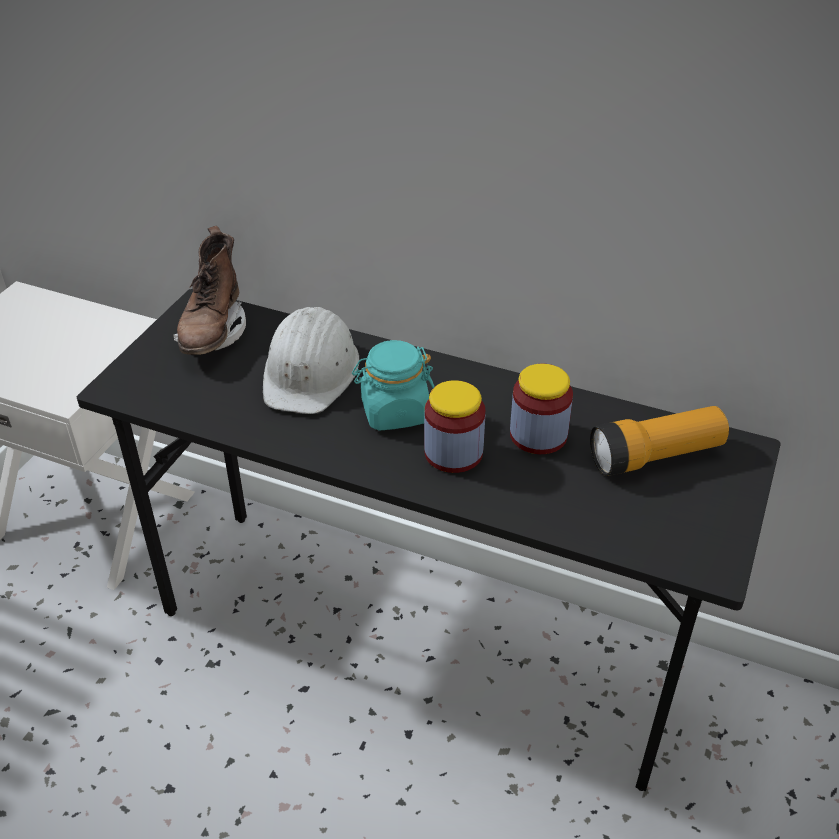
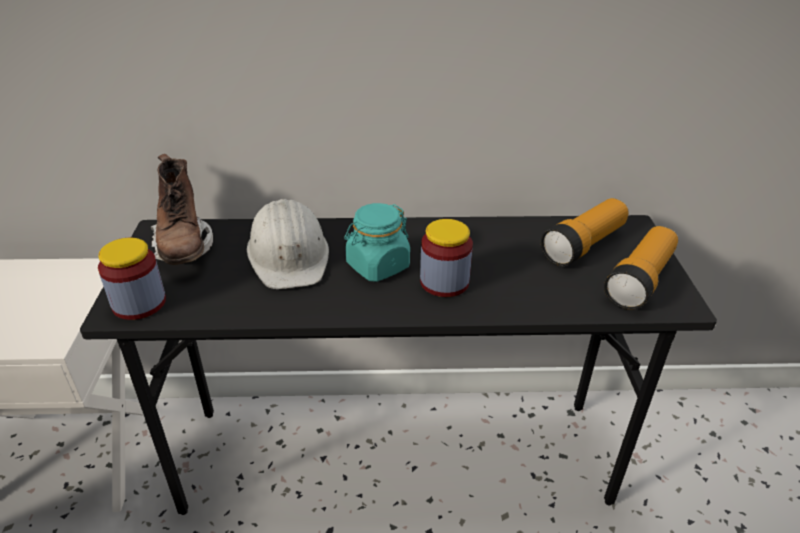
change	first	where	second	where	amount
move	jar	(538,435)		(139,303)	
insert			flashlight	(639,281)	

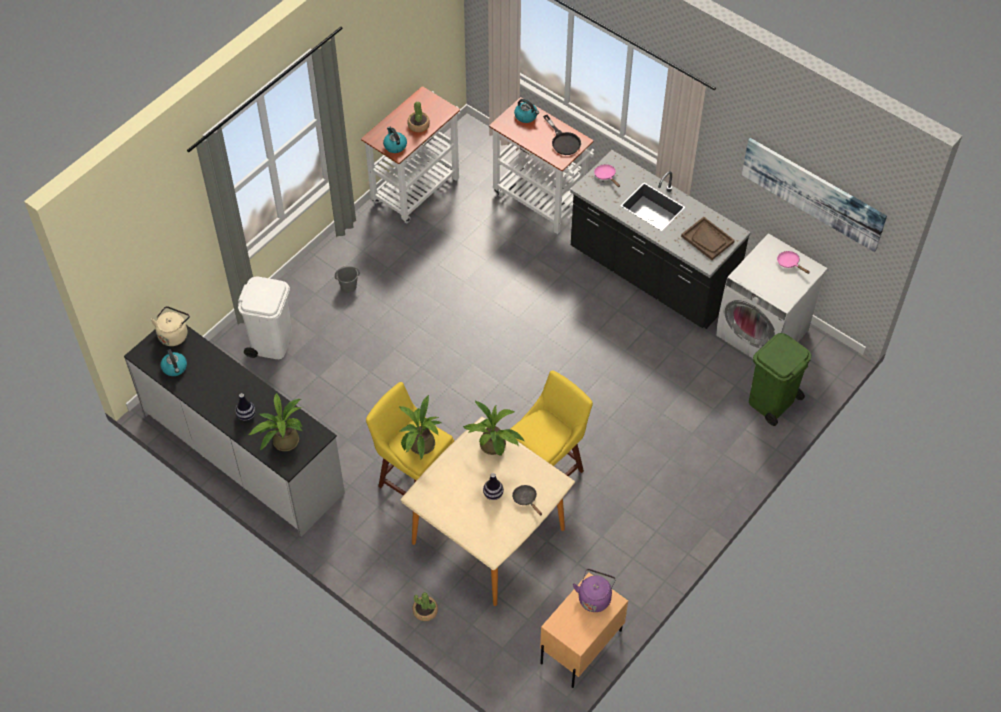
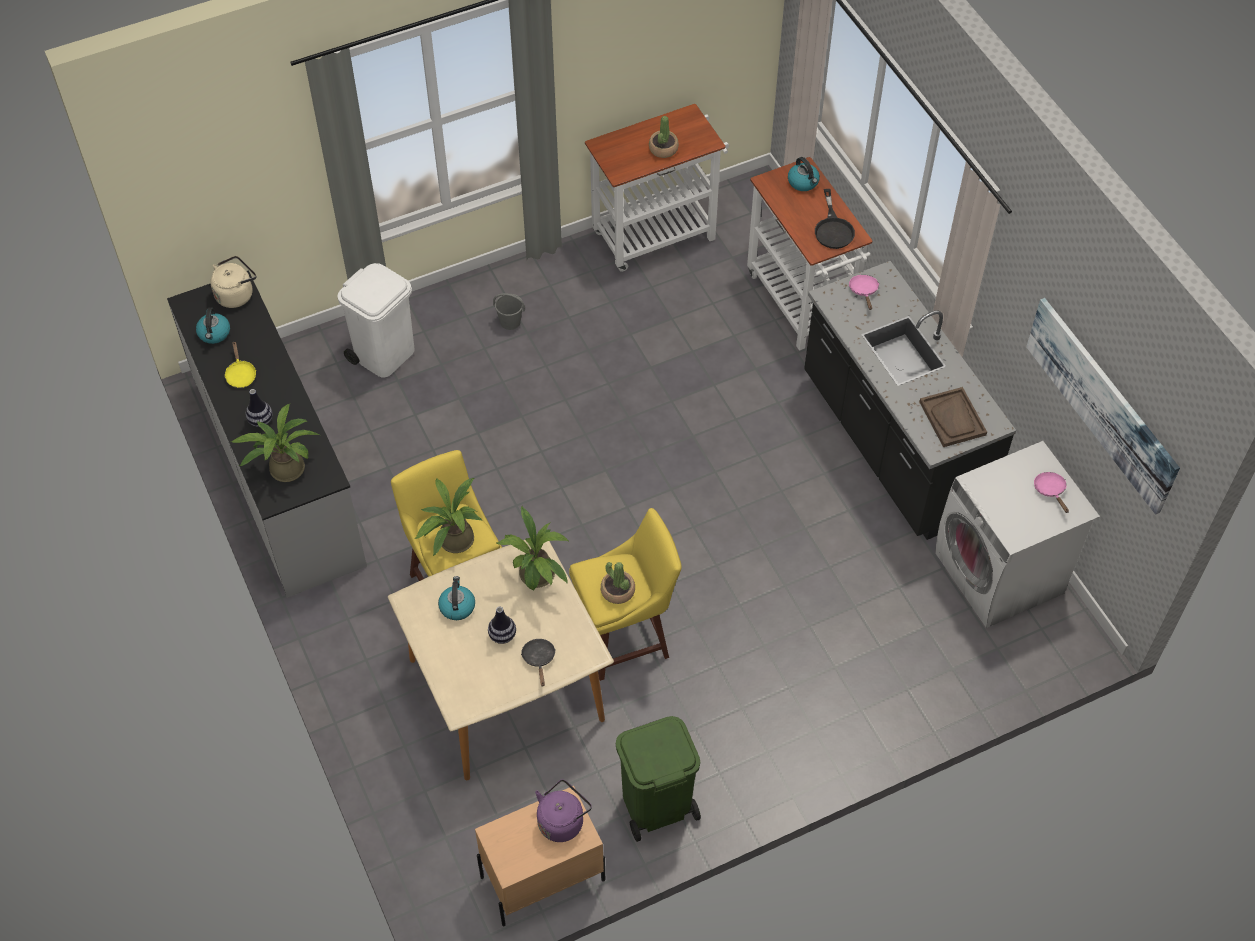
change	first	where	second	where	amount
move	kettle	(395,145)		(457,606)	
move	potted plant	(425,611)		(617,591)	
move	green trash can	(771,401)		(656,805)	
insert			yellow frying pan	(240,374)	

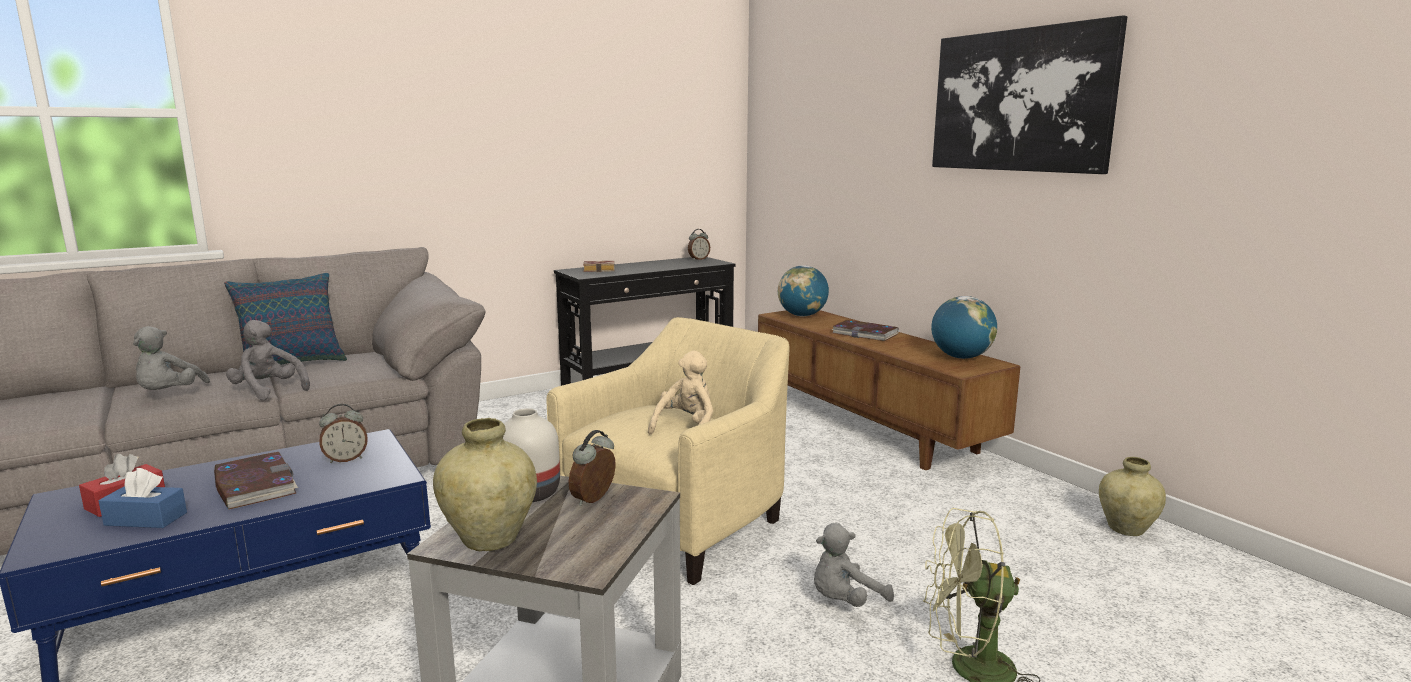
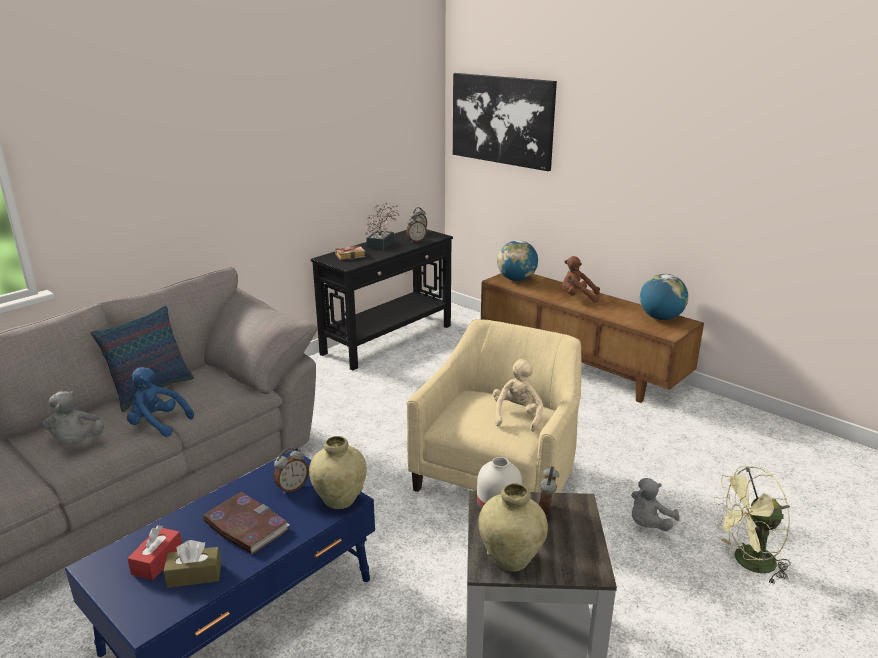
change	first	where	second	where	amount
recolor	blue tissue box	(146,519)	brown tissue box	(194,575)	
recolor	grey plush toy	(268,391)	blue plush toy	(158,424)	
replace	book	(865,334)	brown plush toy	(577,297)	
move	picture	(1020,100)		(502,120)	
move	beige vase	(1126,529)		(339,500)	
insert			potted plant	(382,243)	
insert			alarm clock	(416,241)	

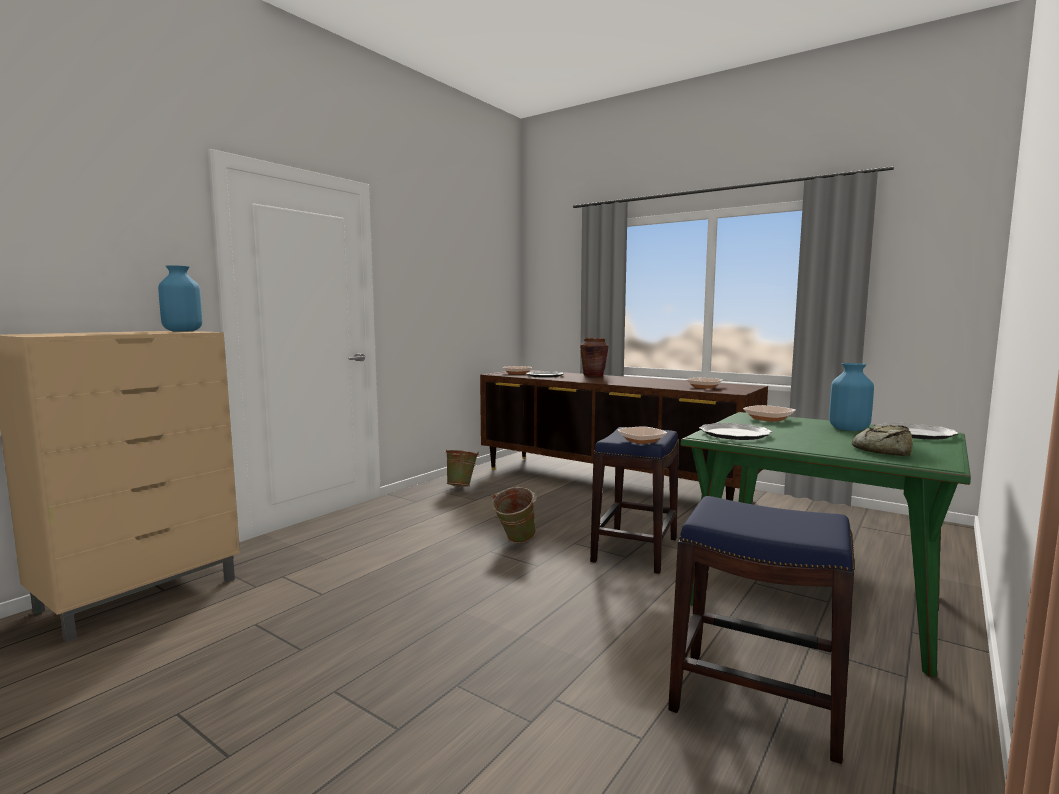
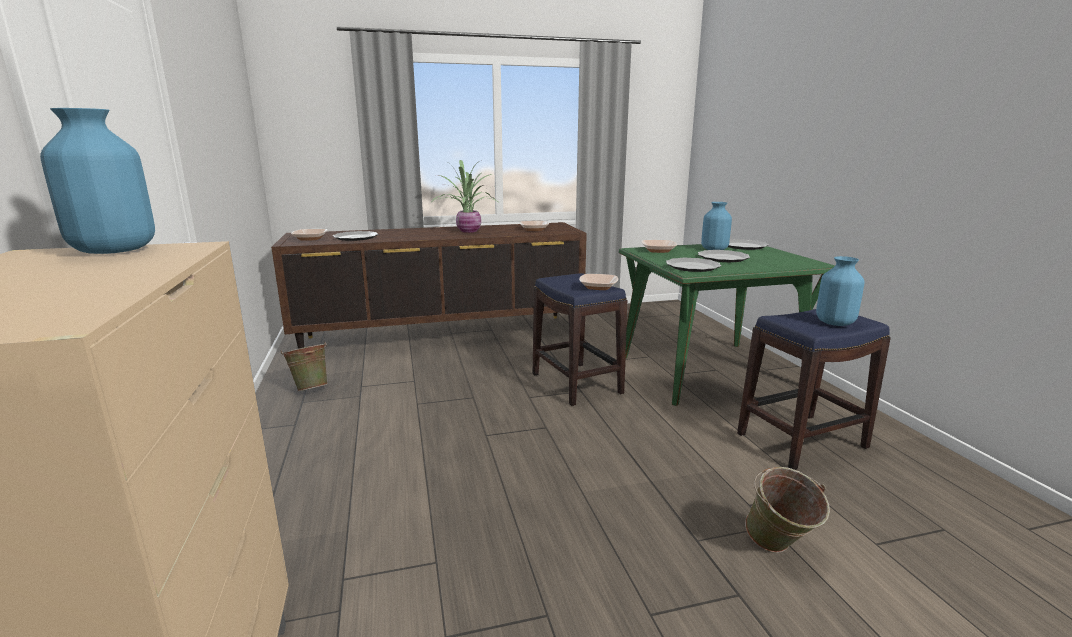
change	first	where	second	where	amount
move	green bucket	(515,542)		(778,550)	
delete	brown vase	(593,375)			
delete	bread	(882,450)			
insert			potted plant	(468,231)	
insert			plate	(723,258)	
insert			blue vase	(834,322)	

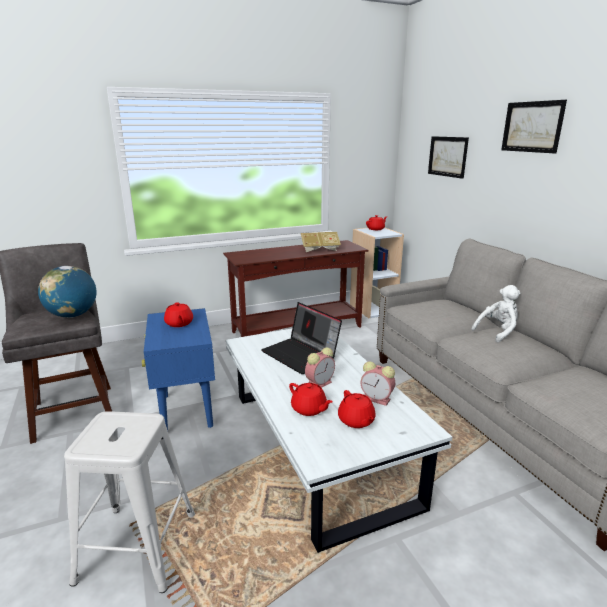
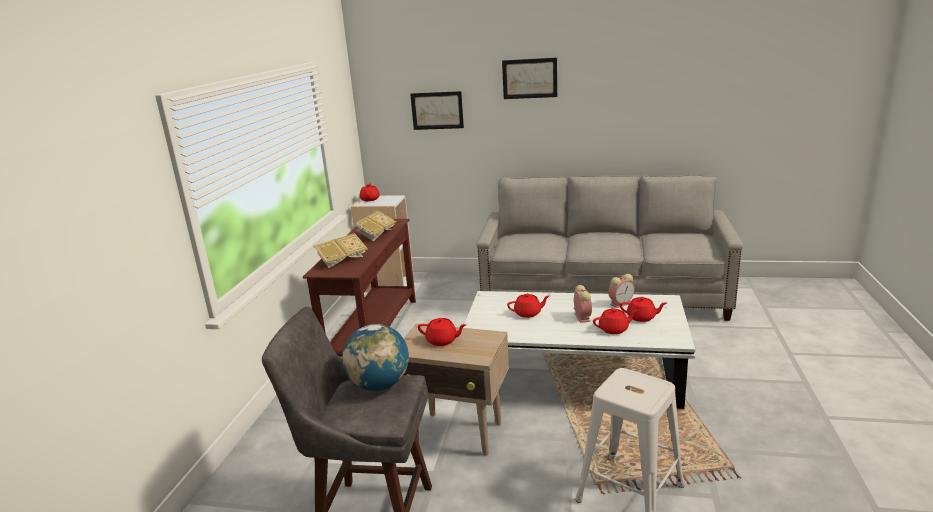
change	first	where	second	where	amount
recolor	blue side table	(186,411)	beige side table	(458,434)	
replace	laptop	(301,355)	red teapot	(528,313)	
delete	white plush toy	(497,331)			
insert			book	(342,260)	

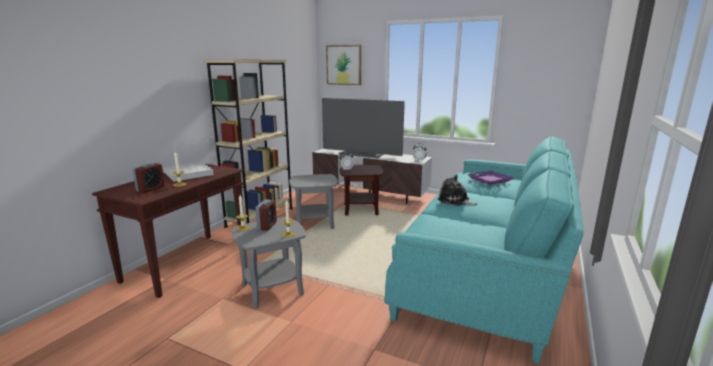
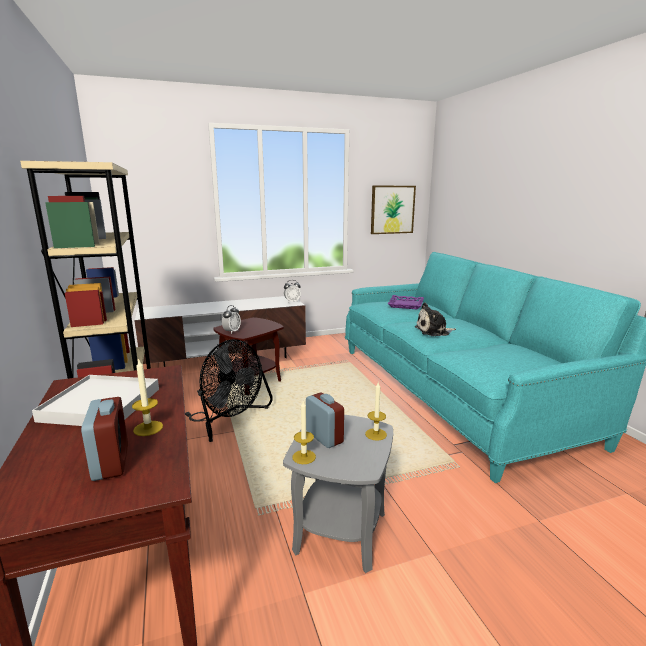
change	first	where	second	where	amount
replace	grey side table	(315,223)	black fan	(227,420)	
delete	television	(362,154)			
move	picture	(344,65)		(392,209)	

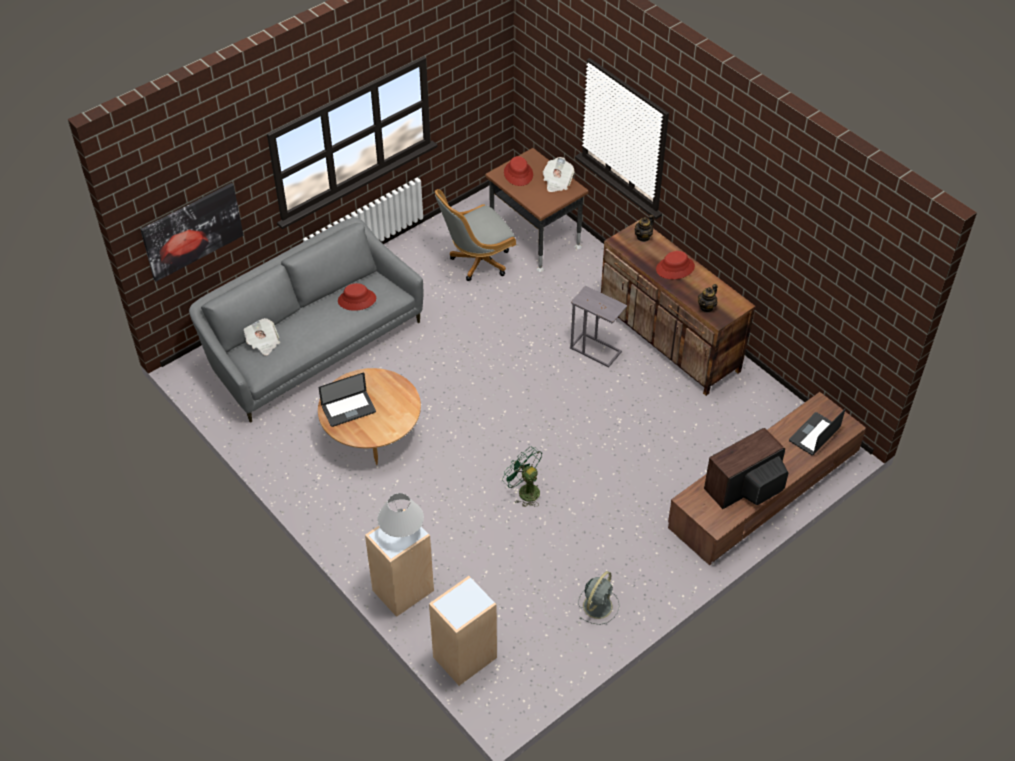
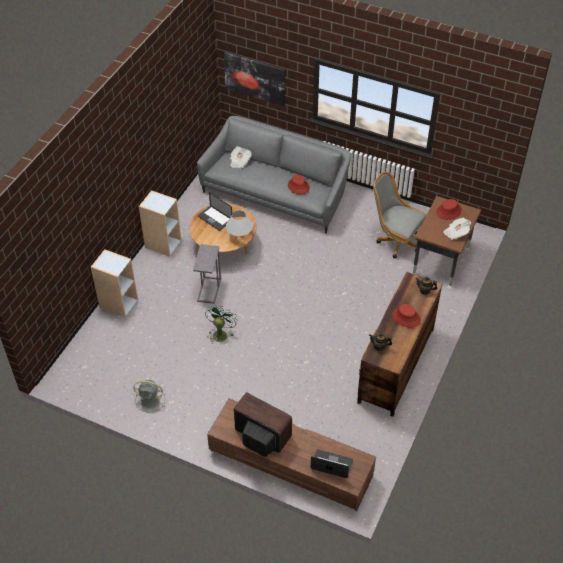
change	first	where	second	where	amount
move	white table lamp	(402,532)		(239,236)	
move	bookcase	(464,657)		(163,243)	
move	grey side table	(595,350)		(209,290)	

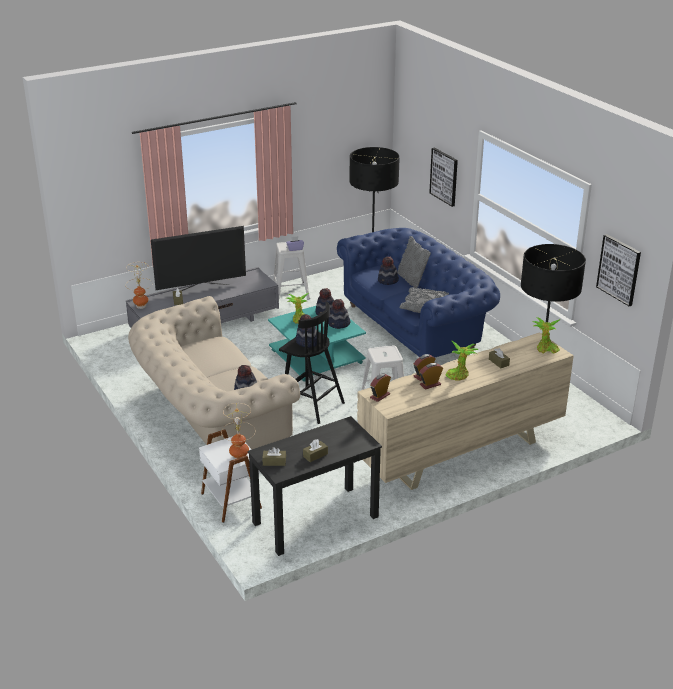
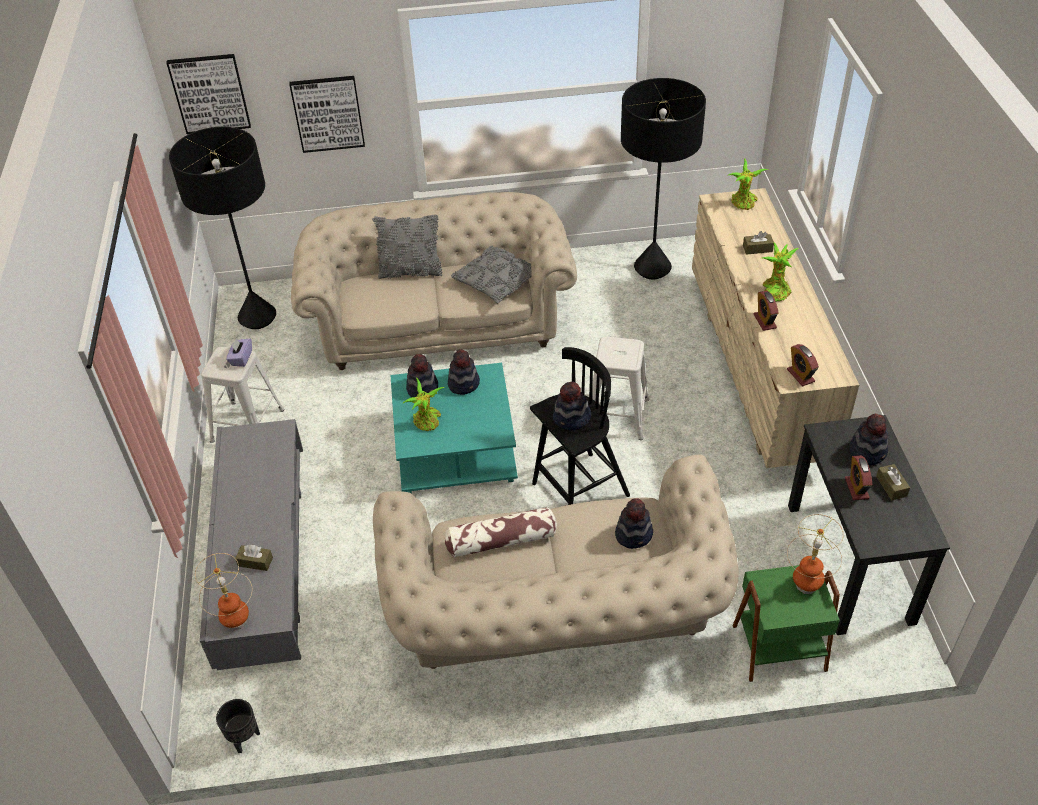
change	first	where	second	where	amount
delete	television	(201,289)			
recolor	white side table	(232,500)	green side table	(778,646)	
delete	brown tissue box	(274,462)			
recolor	blue sofa	(417,326)	beige sofa	(439,321)	
move	hat	(388,281)		(867,451)	
move	alarm clock	(430,384)		(856,488)	
move	picture	(619,269)		(210,93)	
insert			black planter	(244,739)	
insert			pillow	(501,541)	

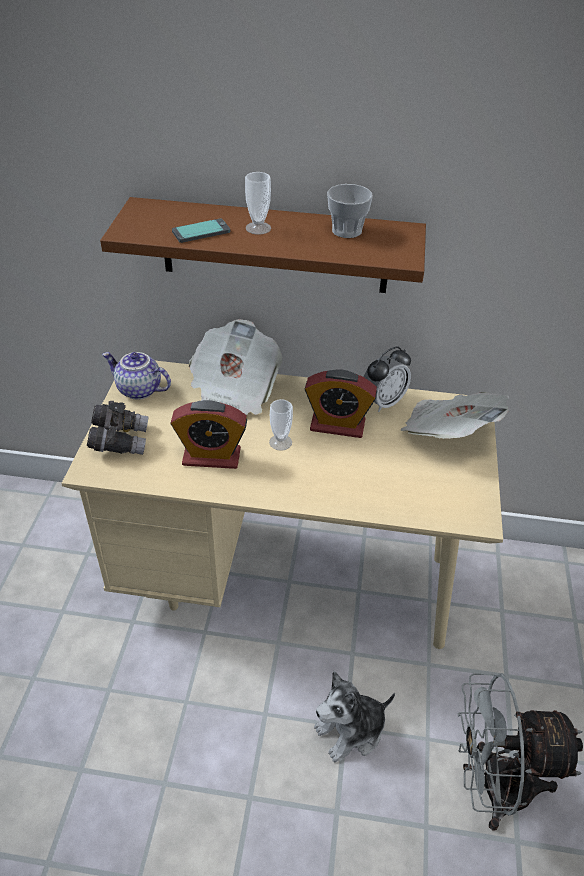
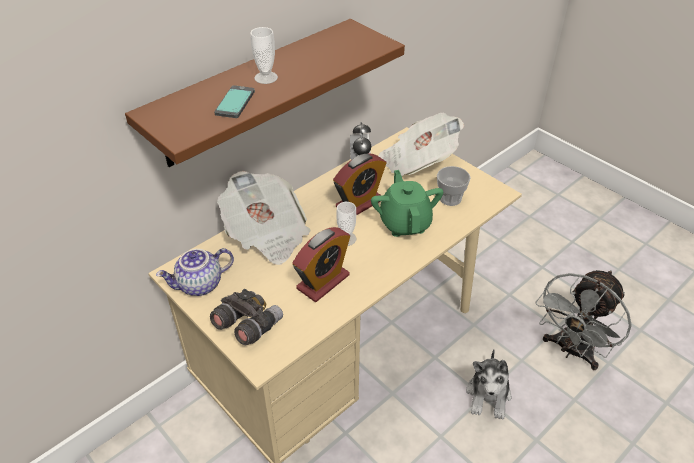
change	first	where	second	where	amount
move	cup	(346,231)		(450,198)	
insert			green teapot	(405,223)	

